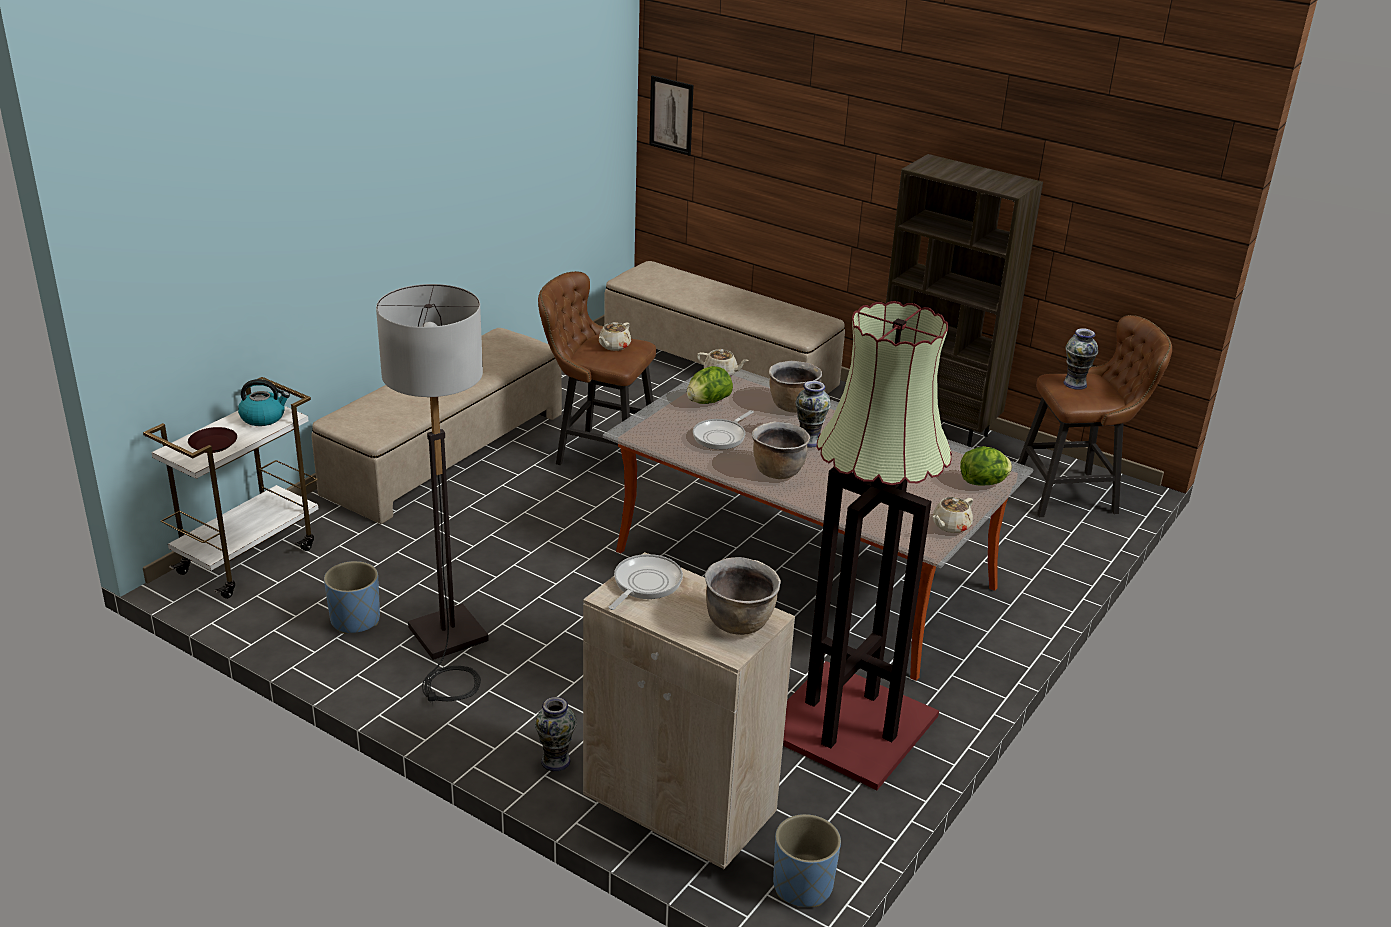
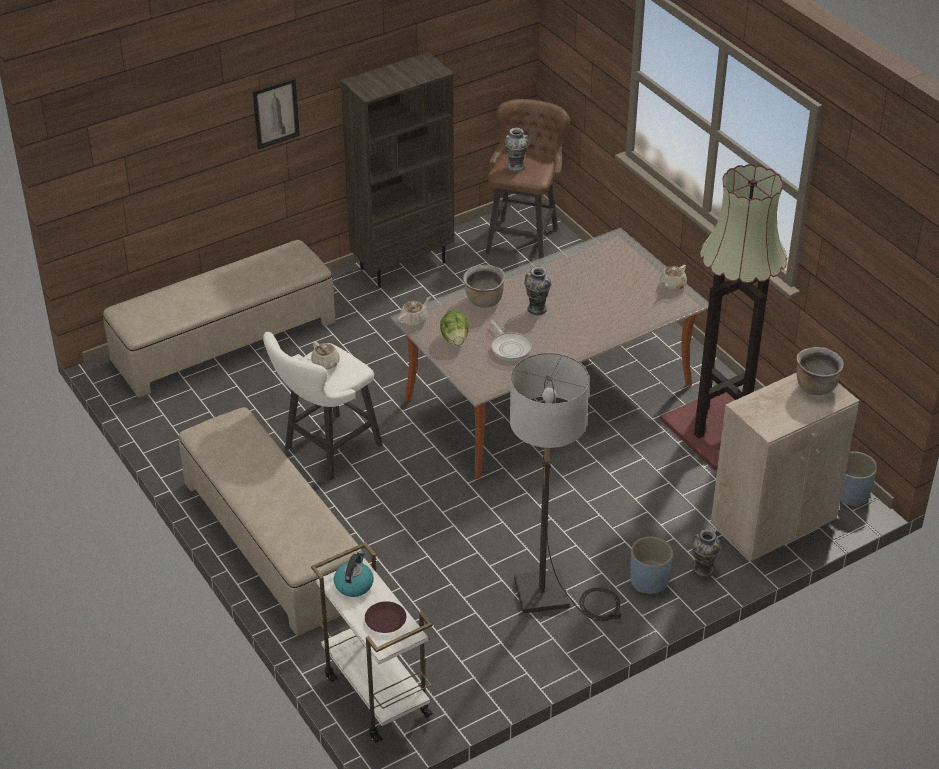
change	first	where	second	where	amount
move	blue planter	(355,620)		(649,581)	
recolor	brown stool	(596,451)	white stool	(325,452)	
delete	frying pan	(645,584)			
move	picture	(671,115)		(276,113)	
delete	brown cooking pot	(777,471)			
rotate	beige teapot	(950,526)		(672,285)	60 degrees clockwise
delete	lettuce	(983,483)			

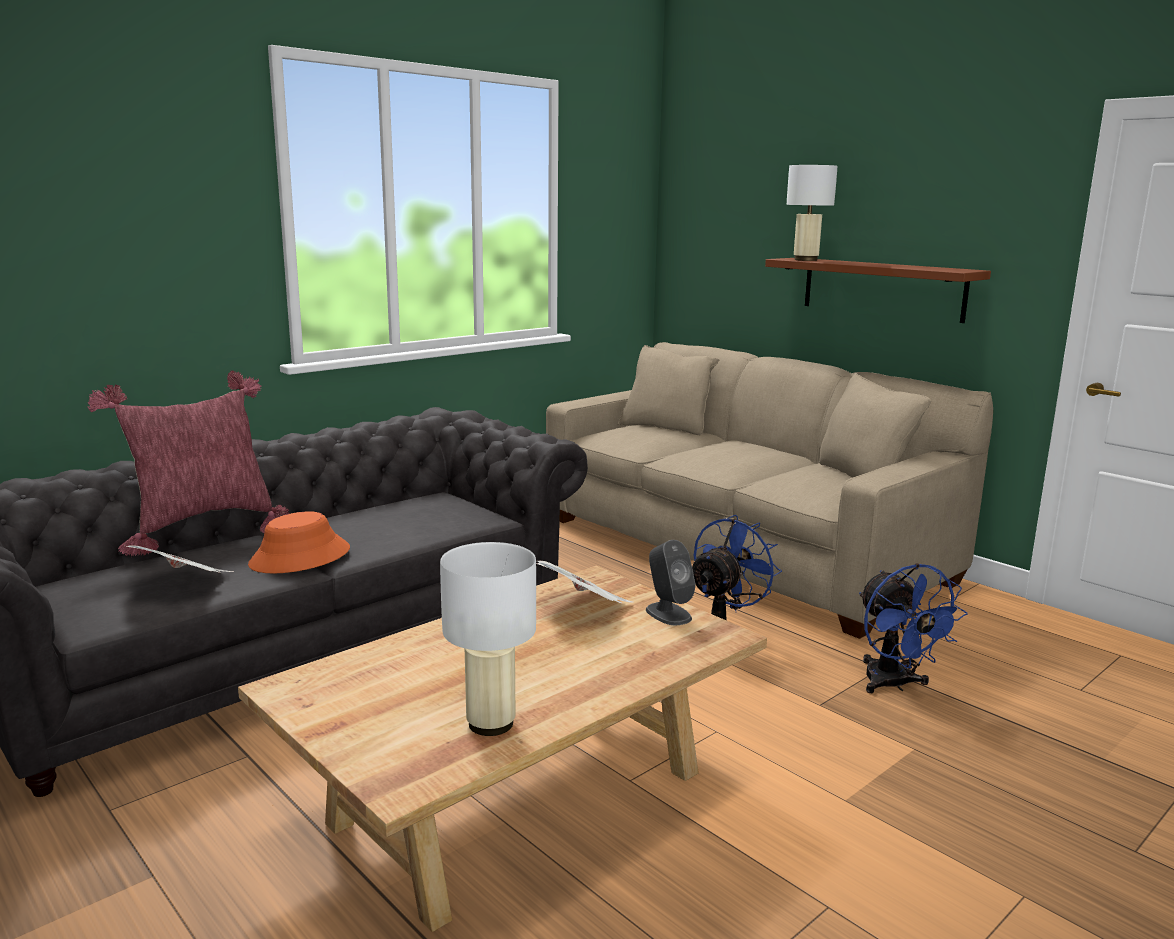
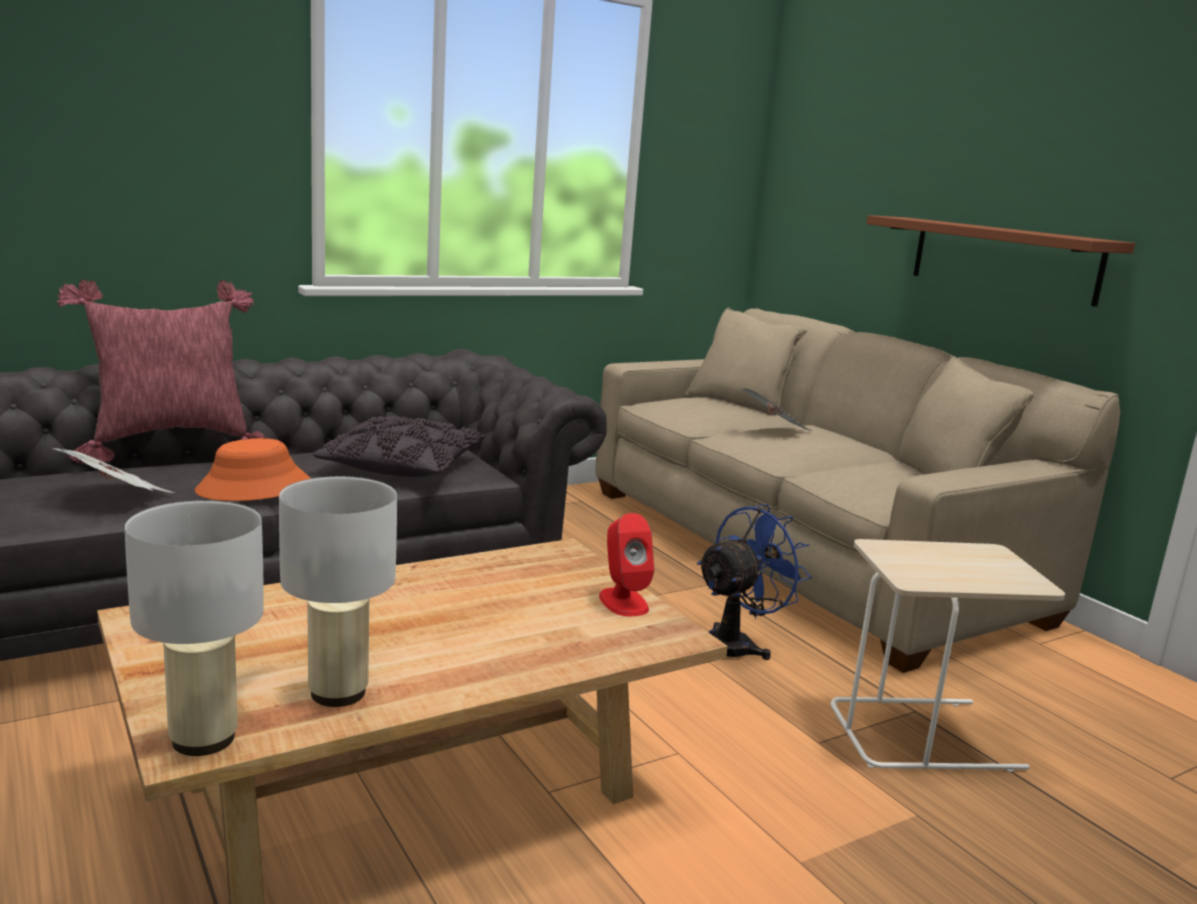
change	first	where	second	where	amount
move	newspaper	(584,607)		(774,429)	
recolor	grey speaker	(668,613)	red speaker	(623,602)	
move	white table lamp	(806,260)		(203,740)	
replace	blue fan	(894,685)	beige side table	(923,733)	
insert			black pillow	(403,466)	

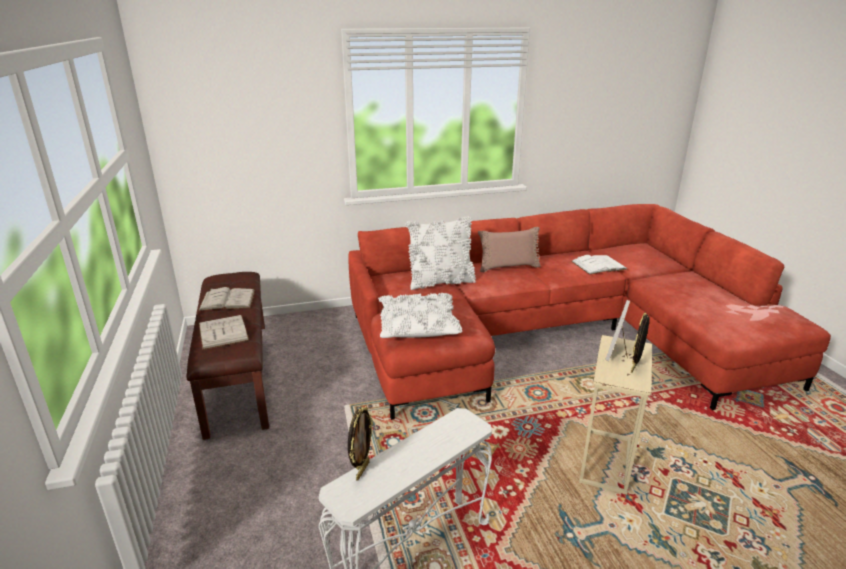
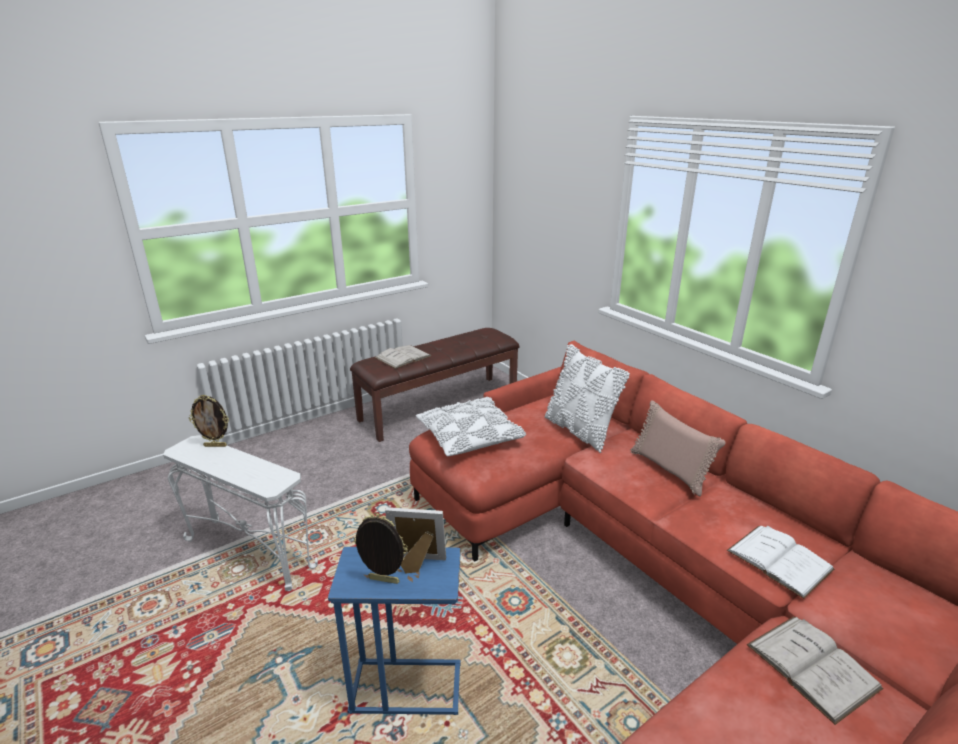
change	first	where	second	where	amount
move	white book	(227,300)		(812,666)	
recolor	beige side table	(606,461)	blue side table	(405,688)	

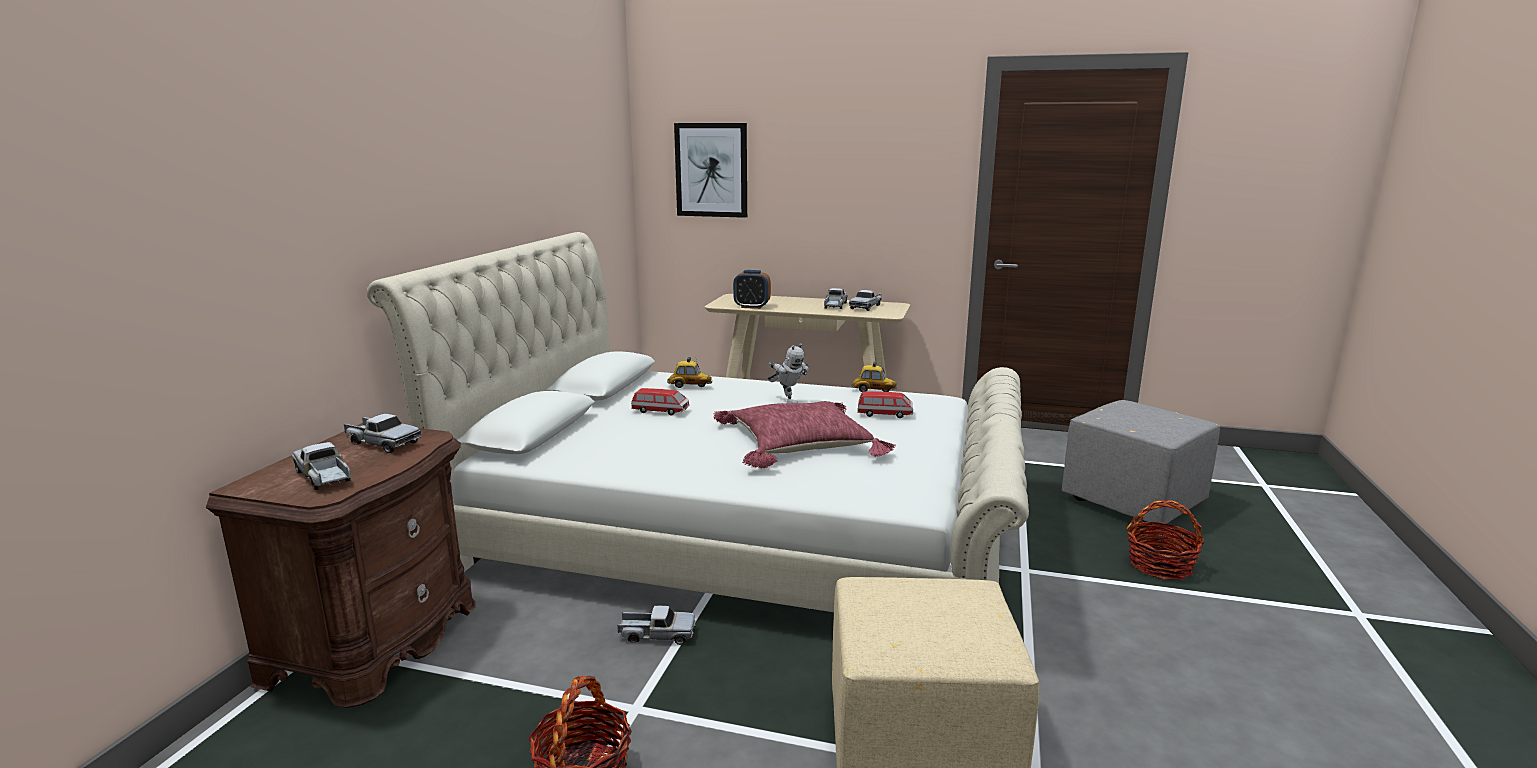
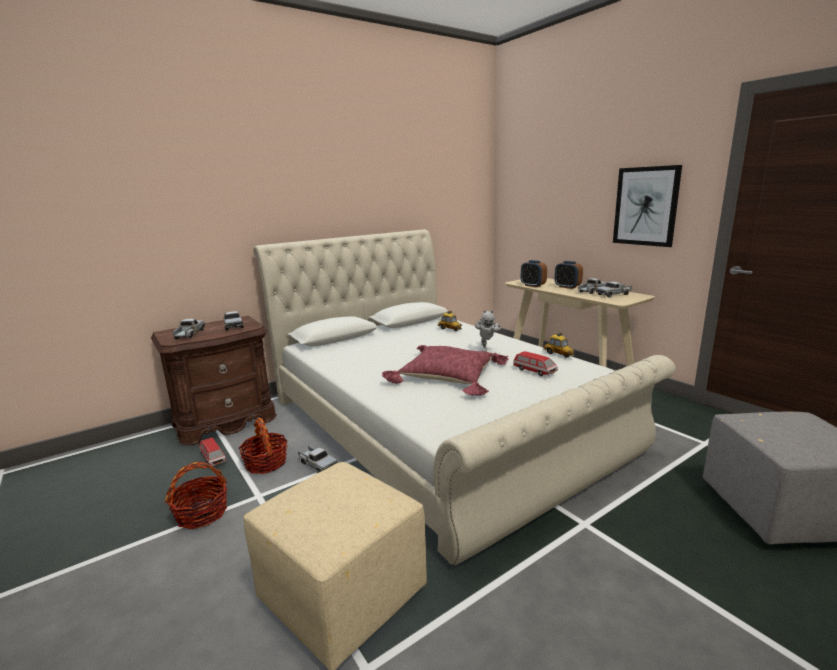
change	first	where	second	where	amount
move	toy car	(660,411)		(213,458)	
move	picture	(711,170)		(646,206)	
move	basket	(1160,565)		(266,463)	
insert			alarm clock	(567,287)	

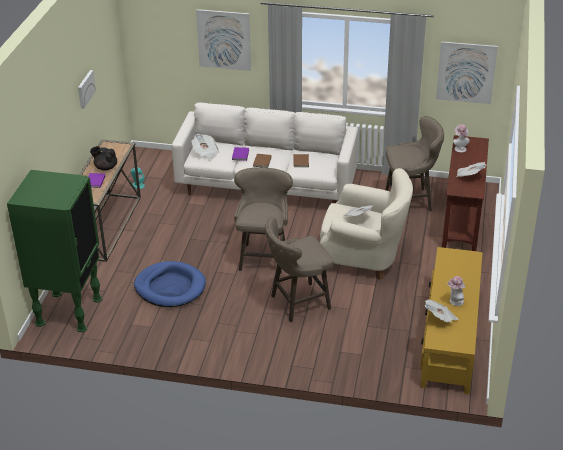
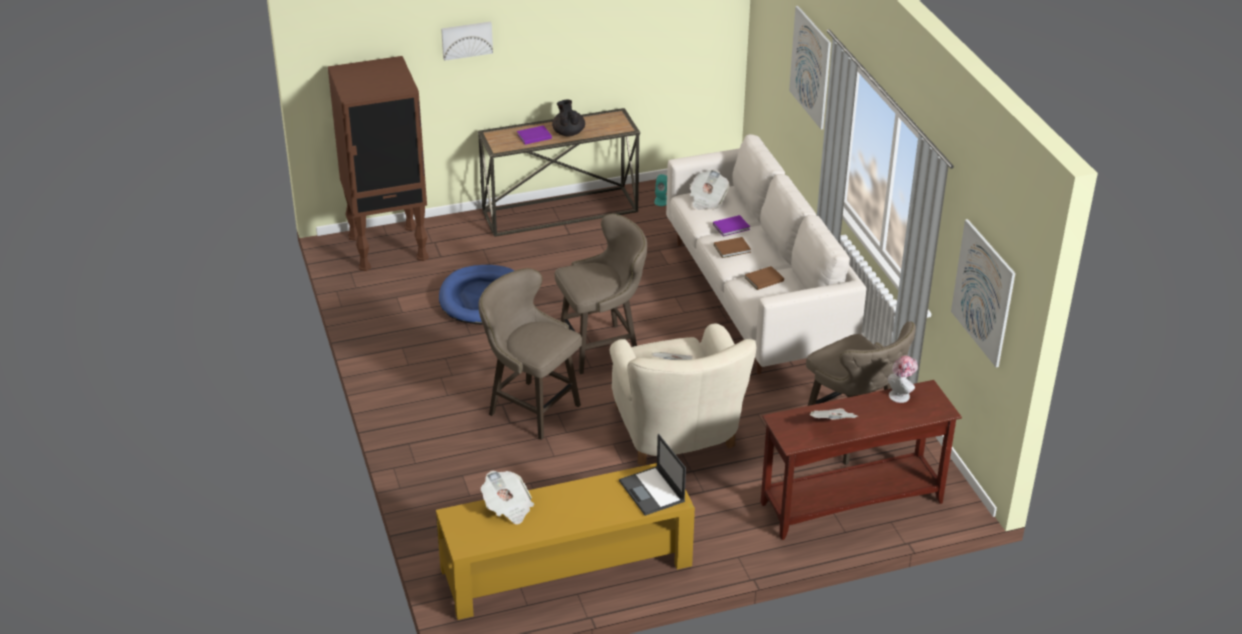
change	first	where	second	where	amount
recolor	green cabinet	(70,311)	brown cabinet	(389,247)	
move	picture	(85,89)		(466,40)	
delete	hat	(454,301)			
insert			laptop	(652,491)	

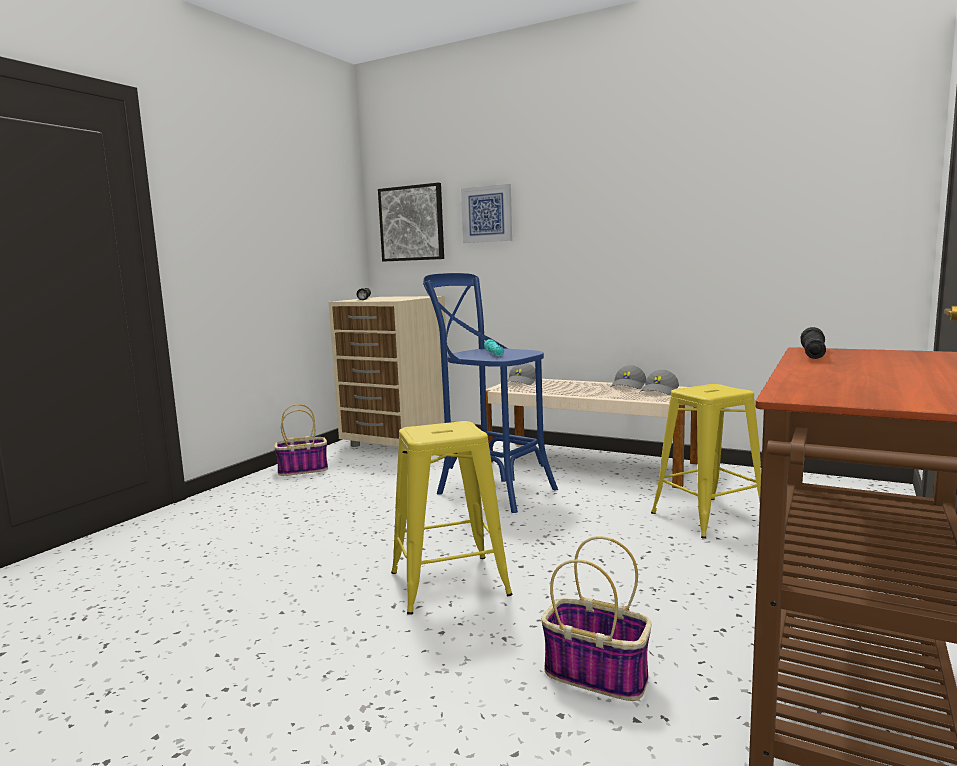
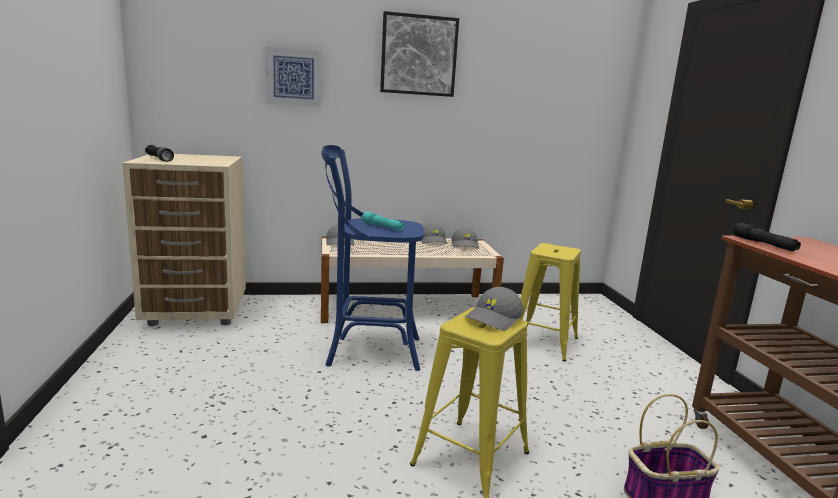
change	first	where	second	where	amount
delete	basket	(303,469)			
move	picture	(412,223)		(418,55)	
insert			grey cap	(494,319)	

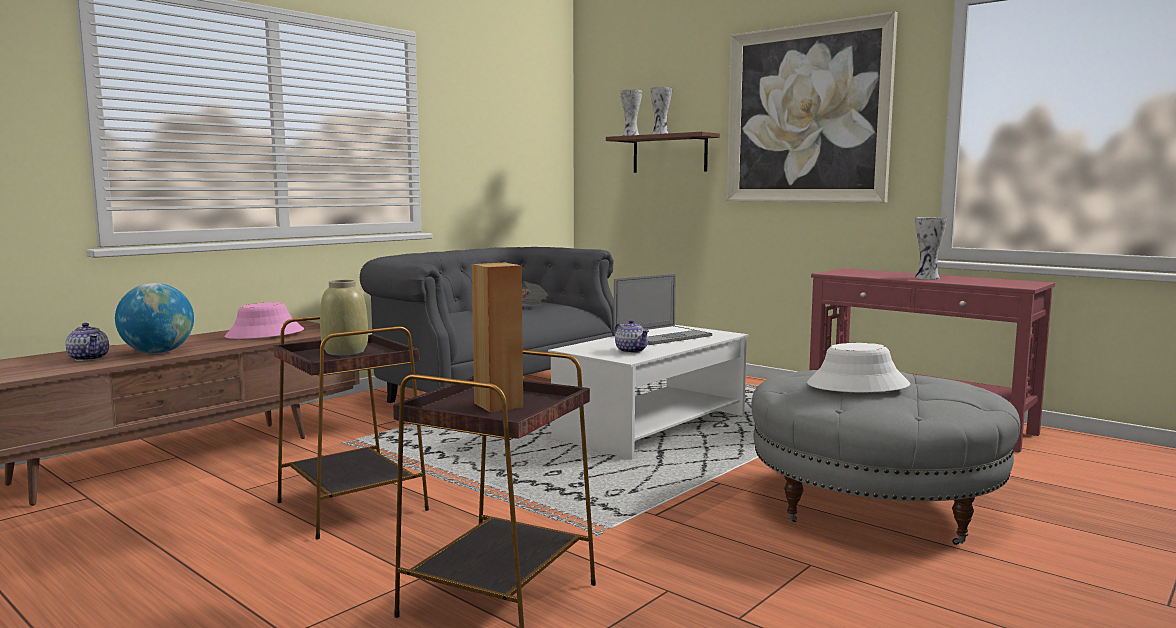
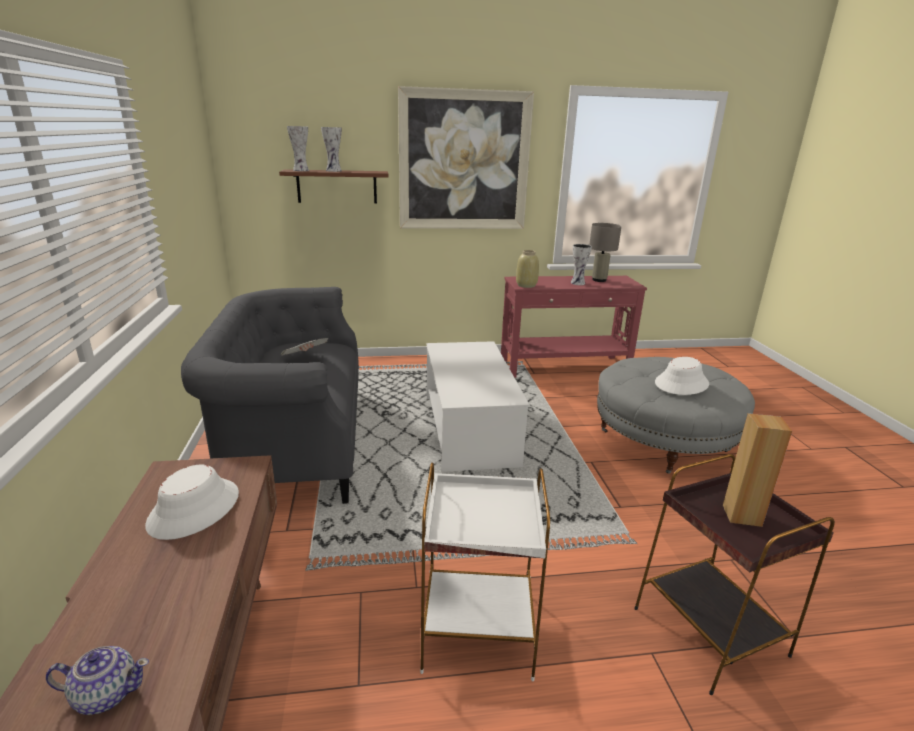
change	first	where	second	where	amount
delete	globe	(157,353)			
recolor	pink hat	(264,334)	white hat	(194,509)	
recolor	brown side table	(352,505)	white side table	(476,628)	
move	beige vase	(345,352)		(526,285)	
delete	laptop	(662,336)			
delete	teapot	(631,351)			
insert			grey table lamp	(599,280)	

